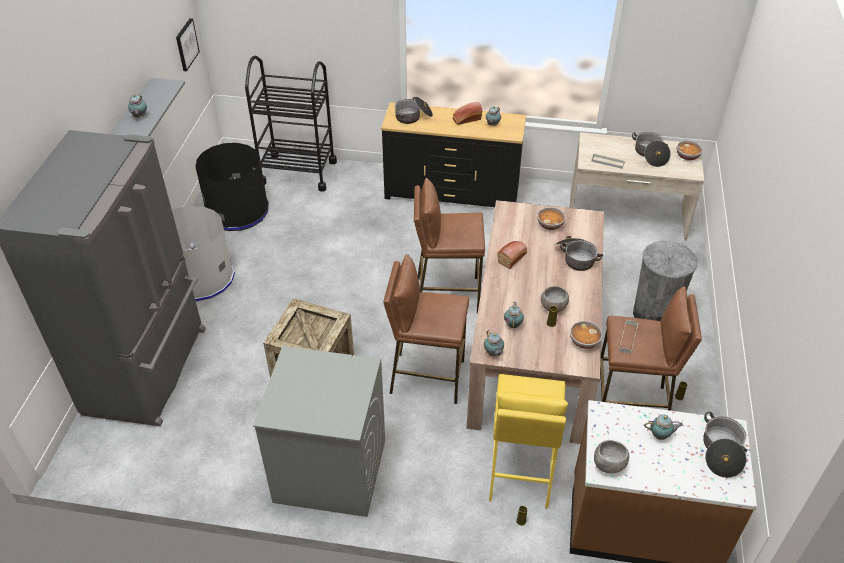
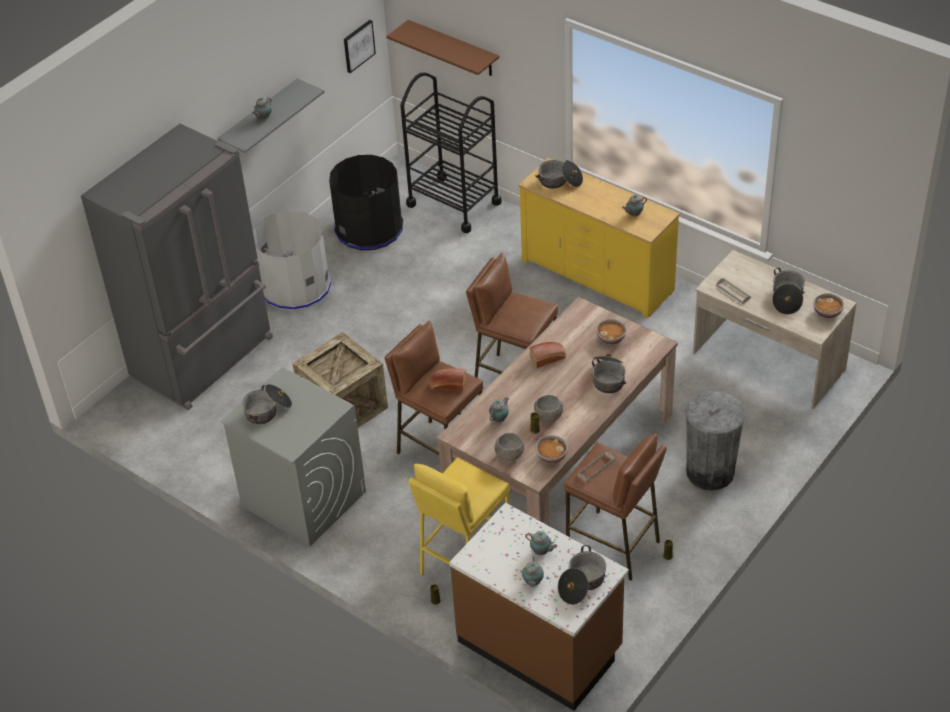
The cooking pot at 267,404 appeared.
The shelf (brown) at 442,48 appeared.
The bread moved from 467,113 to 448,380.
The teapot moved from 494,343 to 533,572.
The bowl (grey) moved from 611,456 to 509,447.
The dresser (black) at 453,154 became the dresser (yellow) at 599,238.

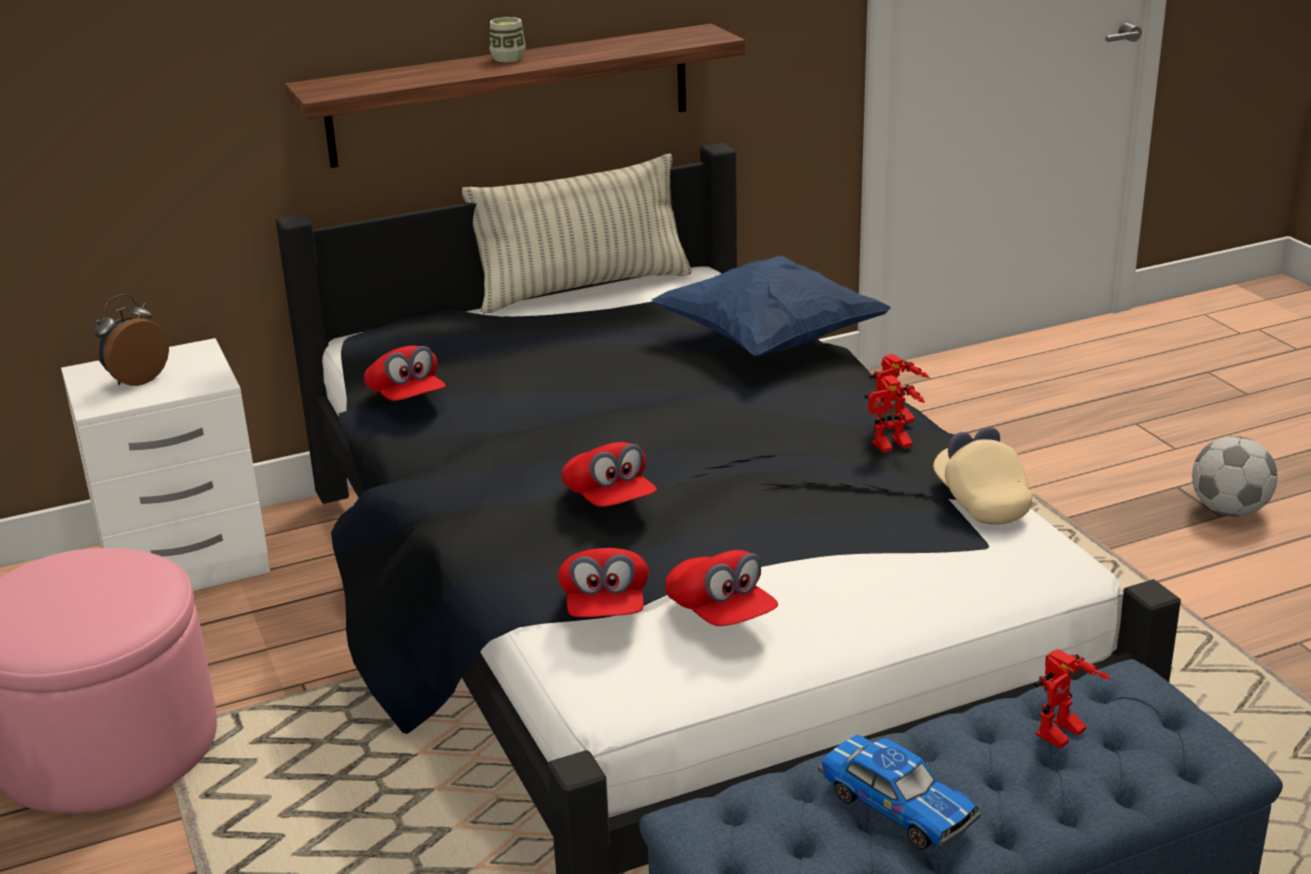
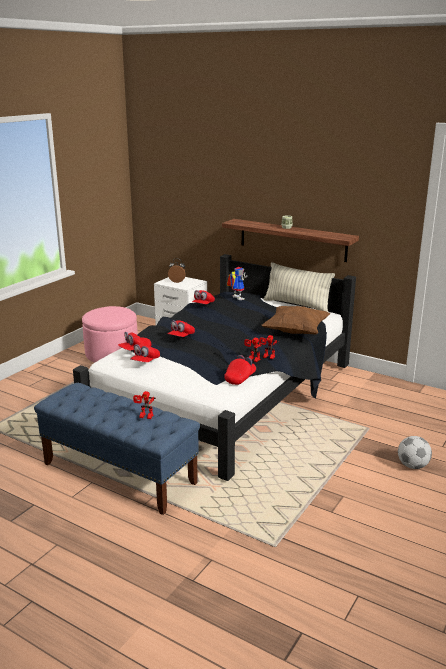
The toy car at 899,792 disappeared.
The toy robot at 237,283 appeared.
The pillow (blue) at 771,307 became the pillow (brown) at 295,320.
The cap (beige) at 983,476 became the cap (red) at 240,370.

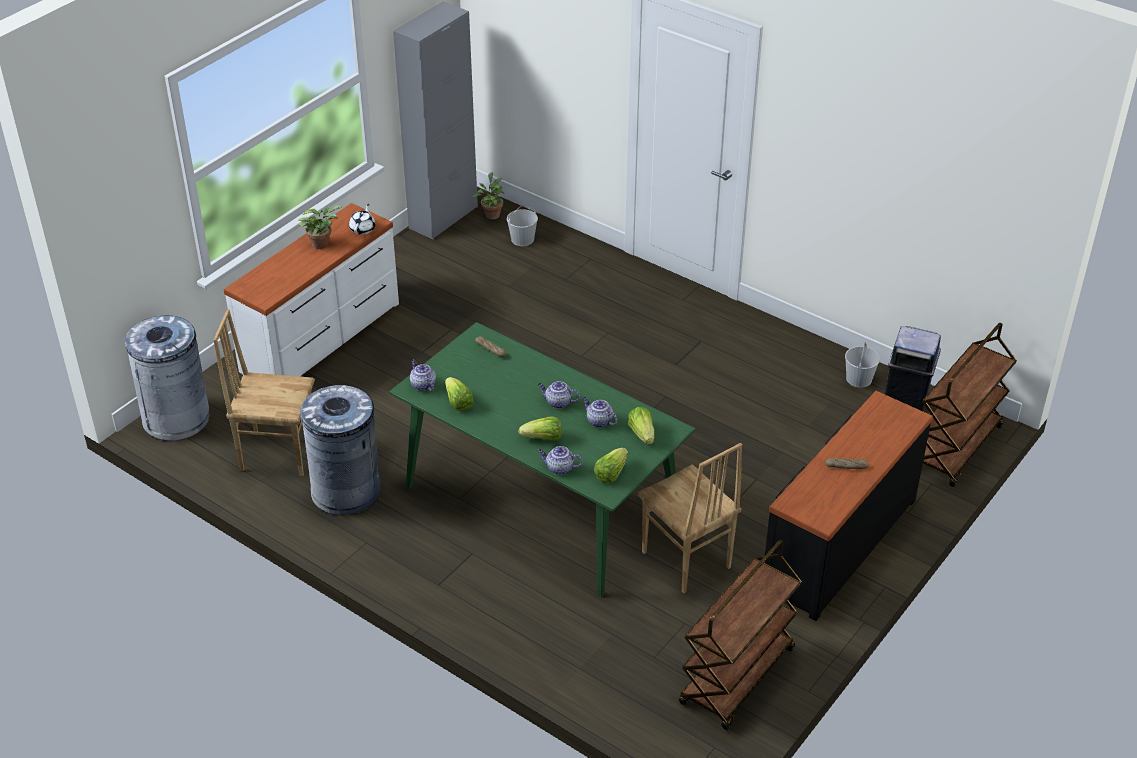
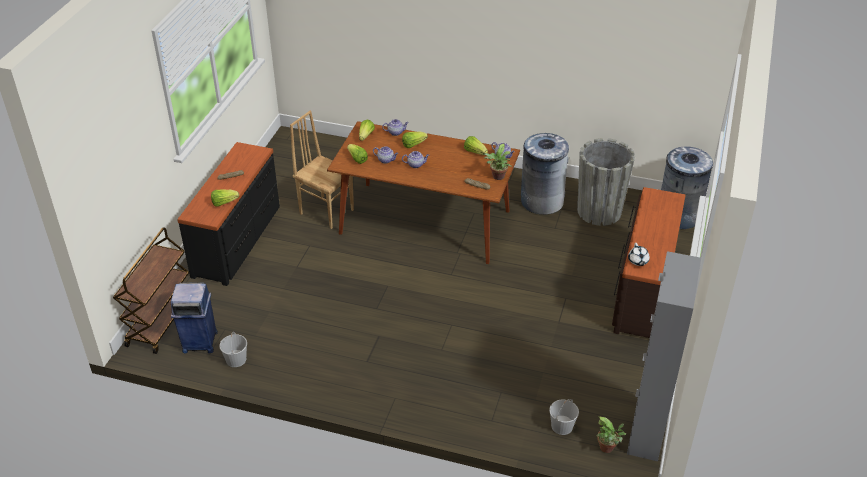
The cart (brown) at 740,635 disappeared.
The lettuce at 225,198 appeared.
The potted plant moved from 320,227 to 498,162.
The chair (brown) at 264,393 was replaced by the planter (grey) at 606,182.
The dresser (white) at 311,289 became the dresser (brown) at 649,262.
The dining table (green) at 542,459 became the dining table (brown) at 423,192.

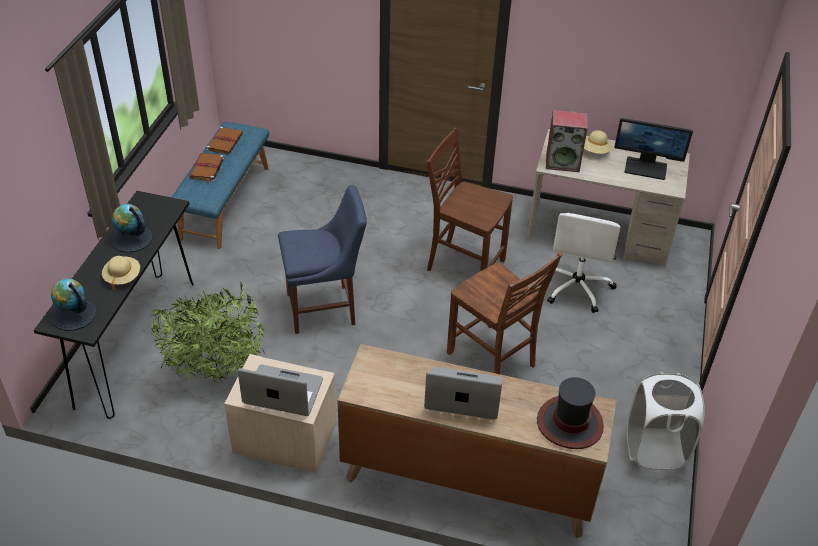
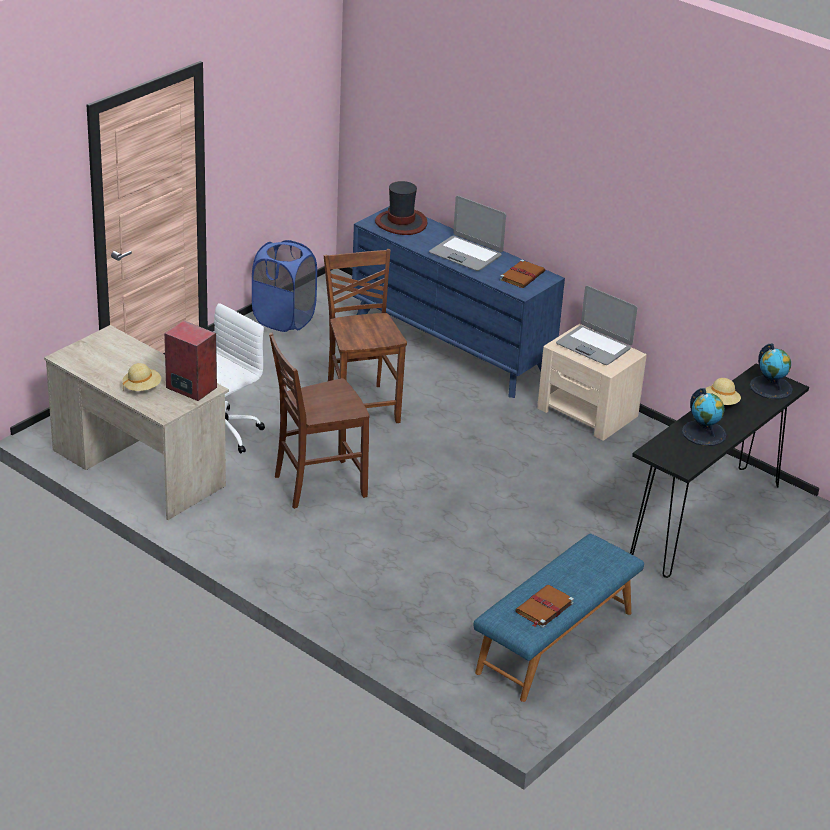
The potted plant at 207,332 disappeared.
The chair (blue) at 322,259 disappeared.
The monitor at 653,149 disappeared.
The book (brown) moved from 206,168 to 522,274.
The dresser (brown) at 477,441 became the dresser (blue) at 458,302.
The laundry basket (white) at 666,421 became the laundry basket (blue) at 284,286.
The chair (brown) at 470,199 turned 105 degrees clockwise.

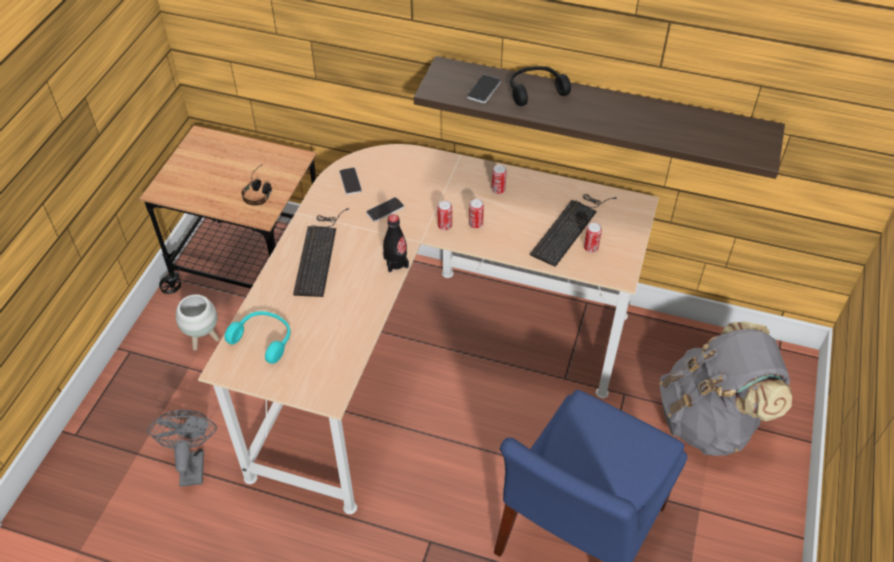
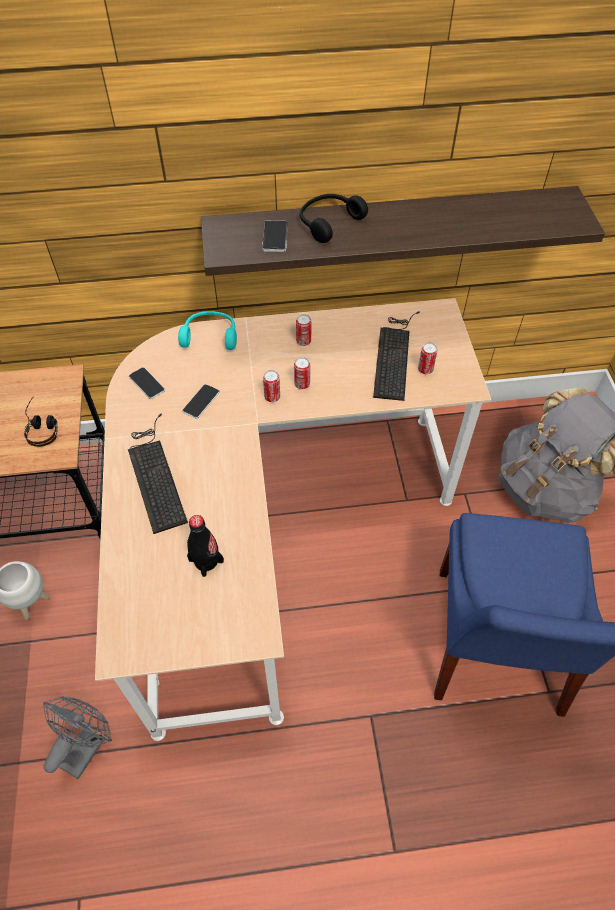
The headphones (turquoise) moved from 258,337 to 207,330.
The bottle (black) moved from 396,243 to 205,546.
The fan (grey) at 182,448 turned 60 degrees clockwise.

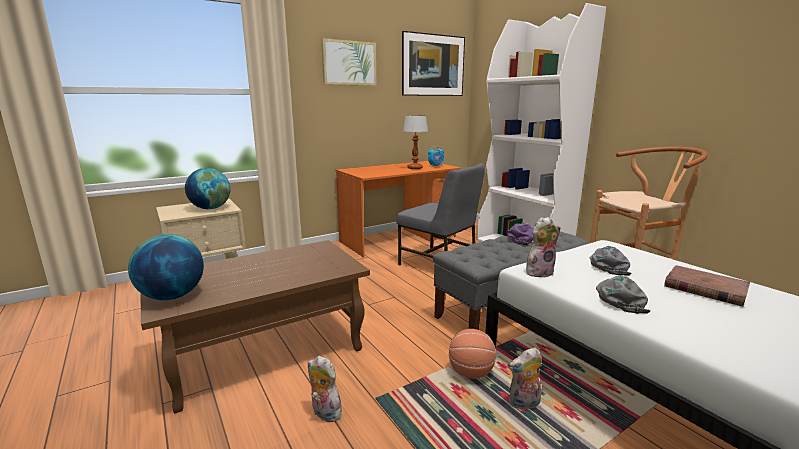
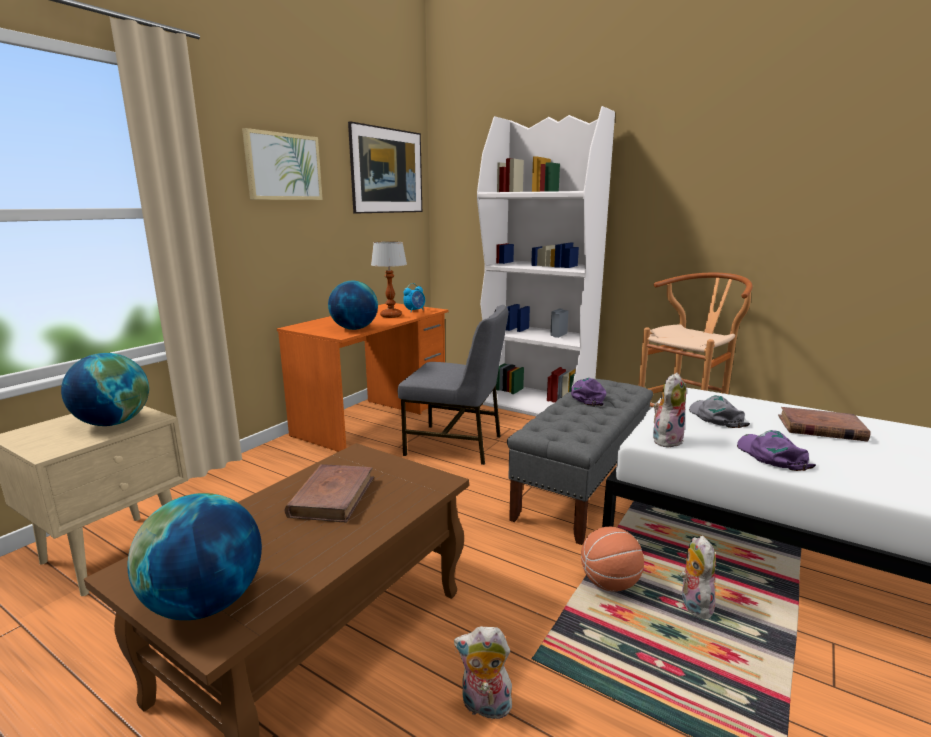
The book (brown) at 329,493 appeared.
The globe at 353,305 appeared.
The cap (grey) at 623,294 became the cap (purple) at 776,450.
The plush toy at 525,378 turned 135 degrees clockwise.

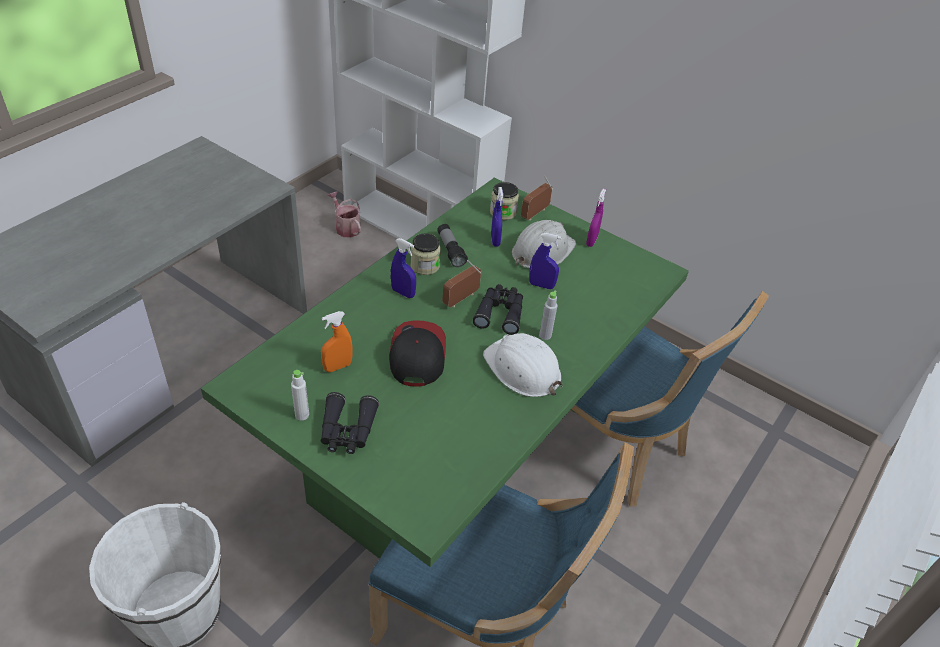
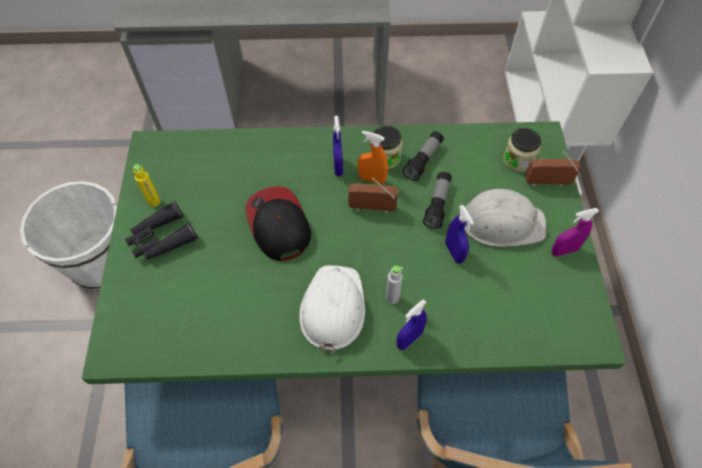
The watering can at 344,214 disappeared.
The binoculars (black) at 498,309 disappeared.
The flashlight at 437,200 appeared.
The spray bottle (orange) moved from 336,341 to 372,157.
The spray bottle (blue) moved from 497,217 to 411,324.
The bottle (white) at 300,395 became the bottle (yellow) at 147,185.
The cap at 417,353 turned 75 degrees counterclockwise.

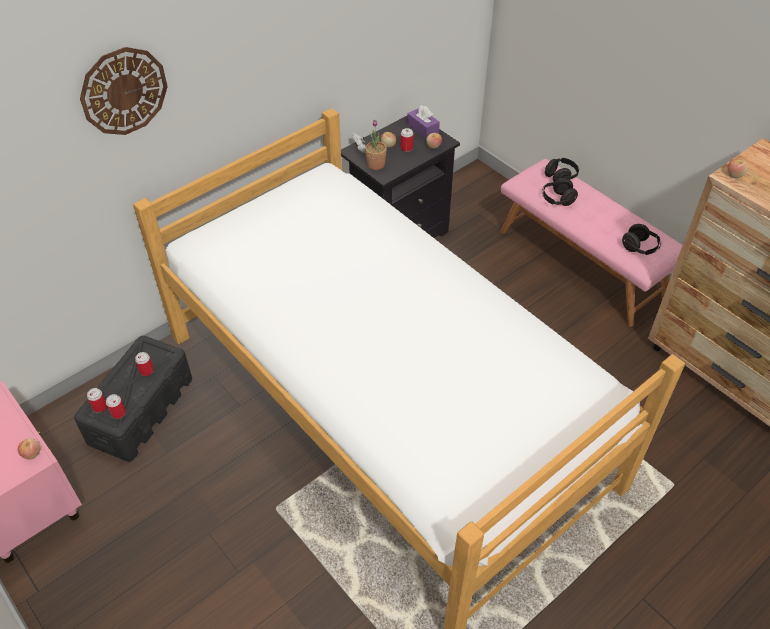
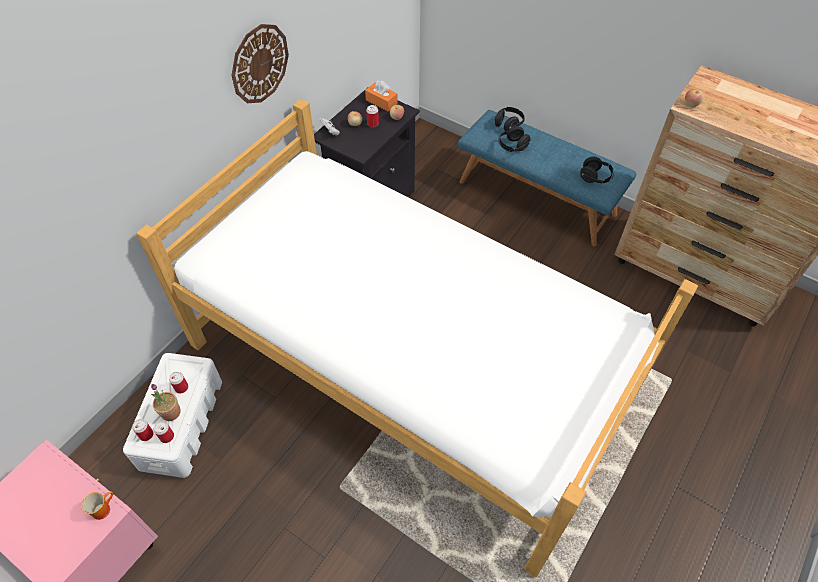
The wall clock moved from 124,91 to 260,63.
The potted plant moved from 376,145 to 166,402.
The apple at 29,448 was replaced by the mug at 97,505.
The storage box (black) at 133,399 became the storage box (white) at 172,415.
The tissue box (purple) at 423,122 became the tissue box (orange) at 381,96.
The bench (pink) at 591,243 became the bench (blue) at 547,178.

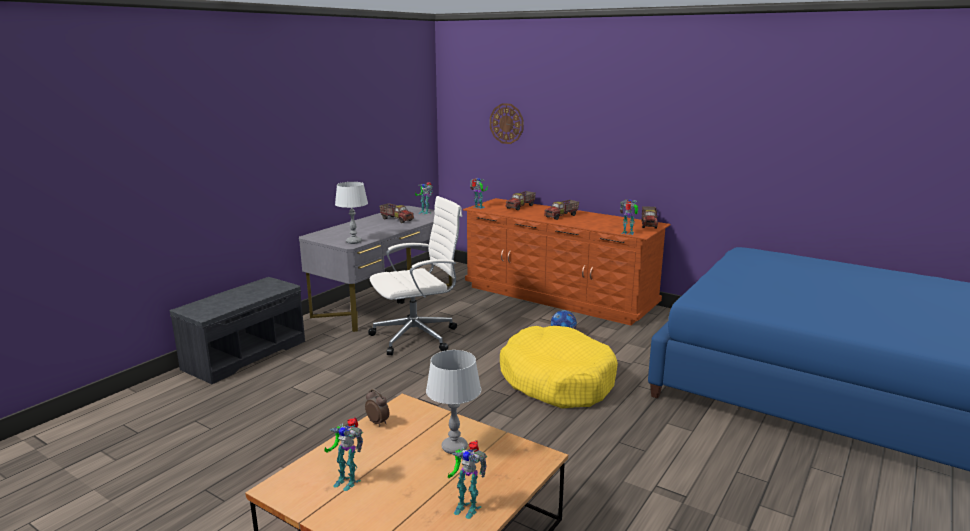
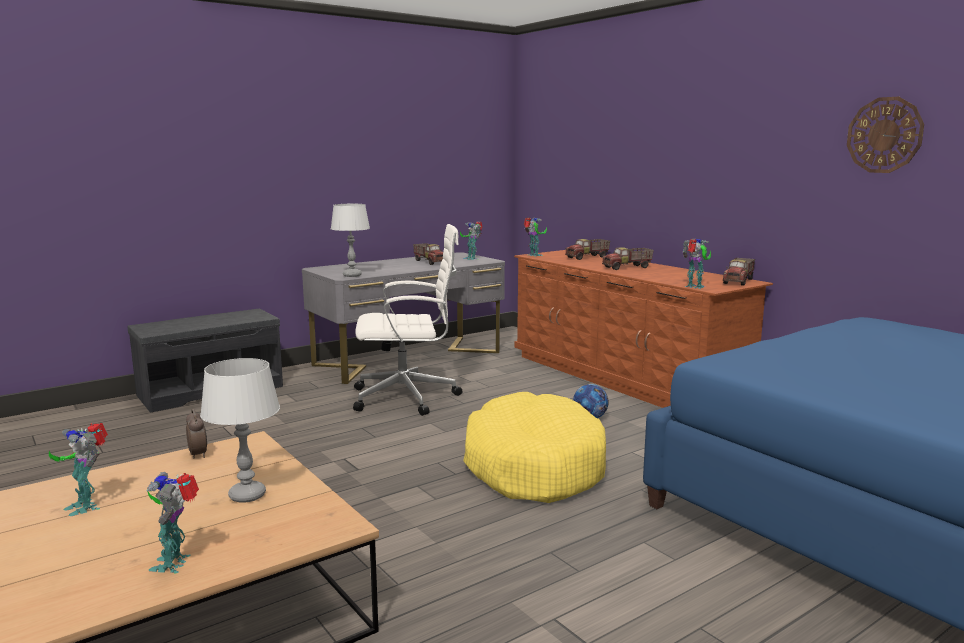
The wall clock moved from 507,123 to 885,135.
The toy robot at 467,479 turned 45 degrees clockwise.

